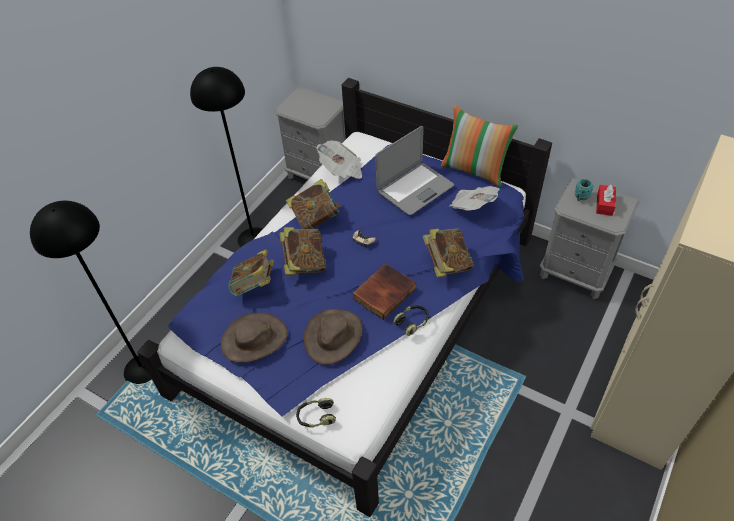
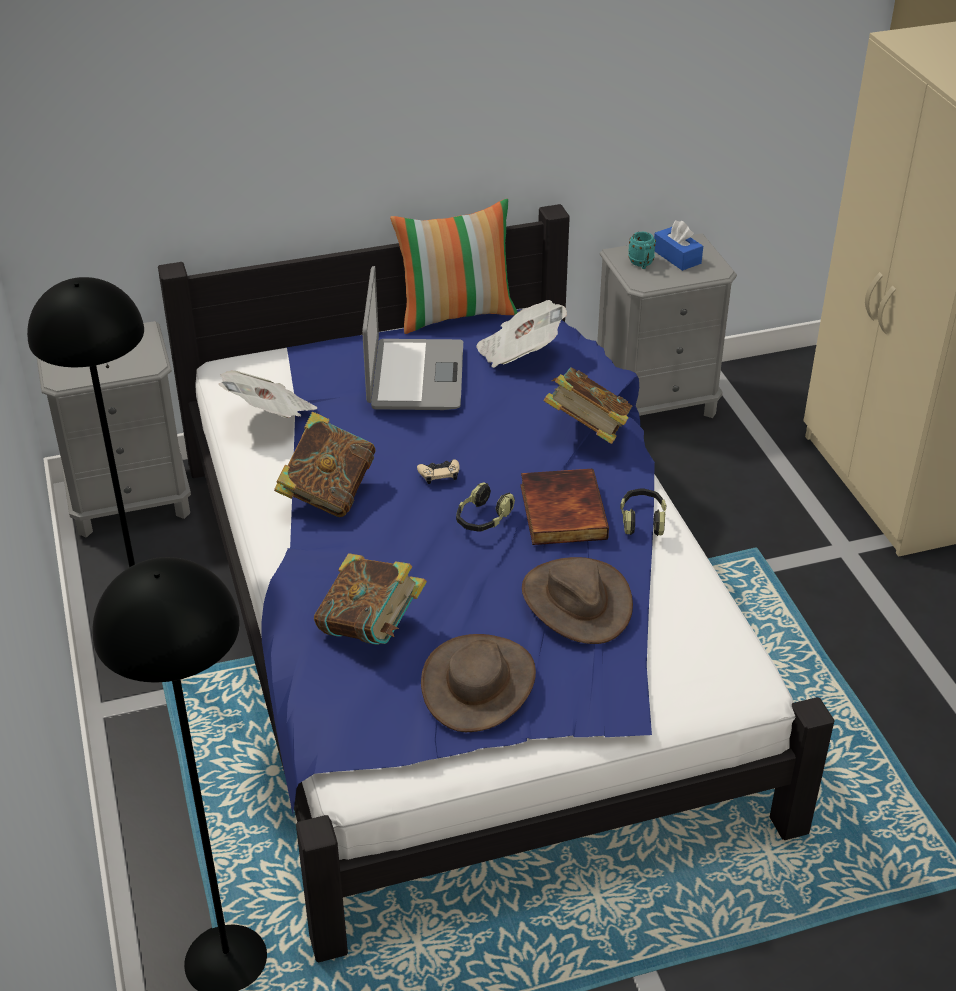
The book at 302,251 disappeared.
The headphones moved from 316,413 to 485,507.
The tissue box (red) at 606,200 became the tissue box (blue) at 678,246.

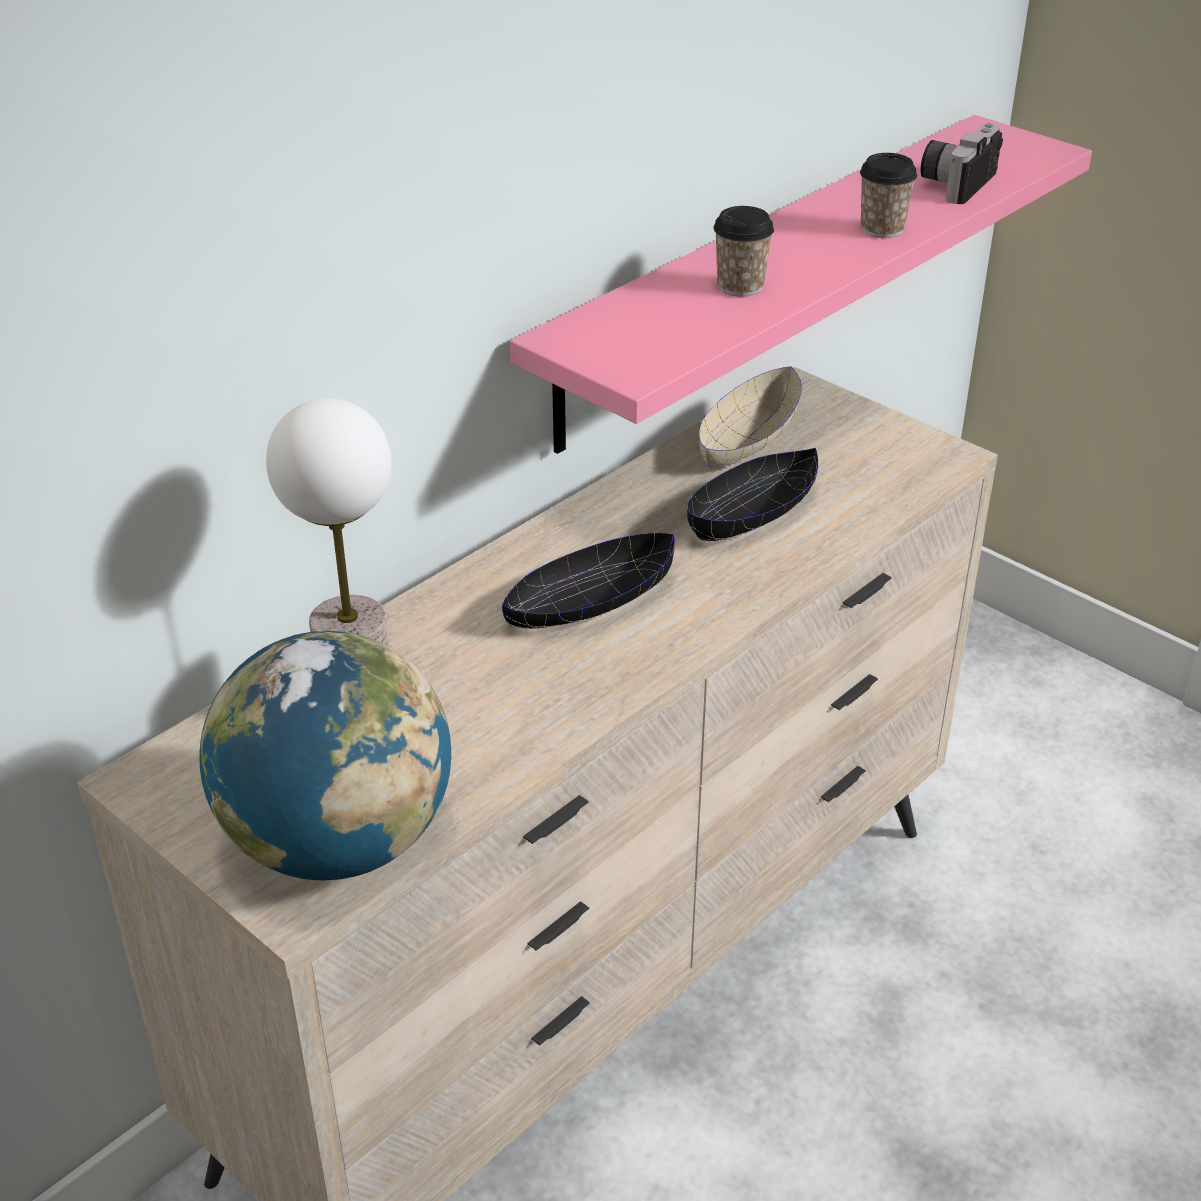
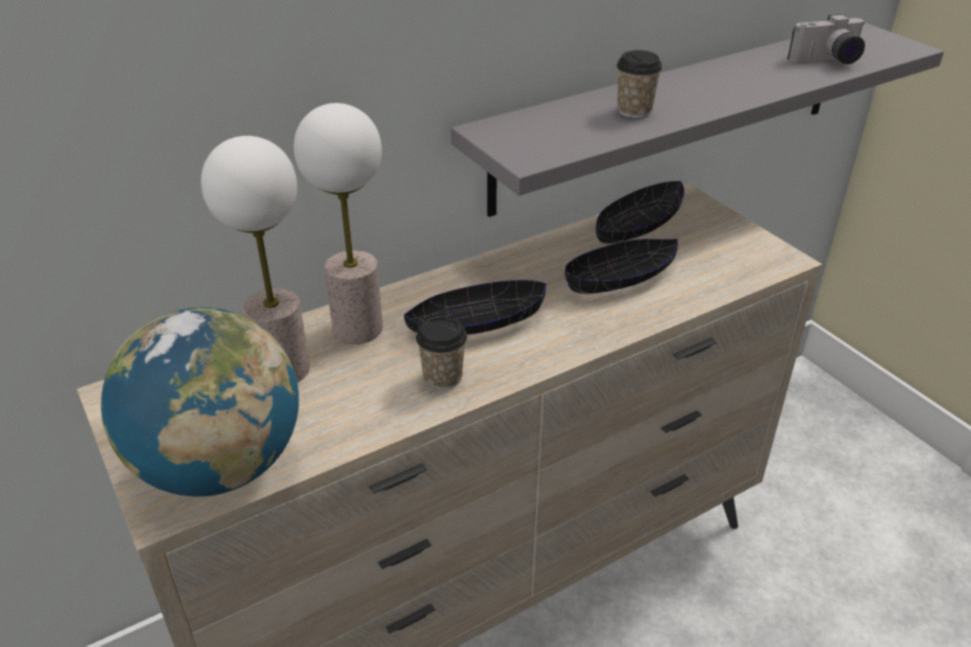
The table lamp at 338,223 appeared.
The cup moved from 888,195 to 441,352.
The shelf (pink) at 801,284 became the shelf (grey) at 697,120.
The bowl (beige) at 750,417 became the bowl (black) at 640,212.
The photo camera at 962,163 turned 150 degrees counterclockwise.

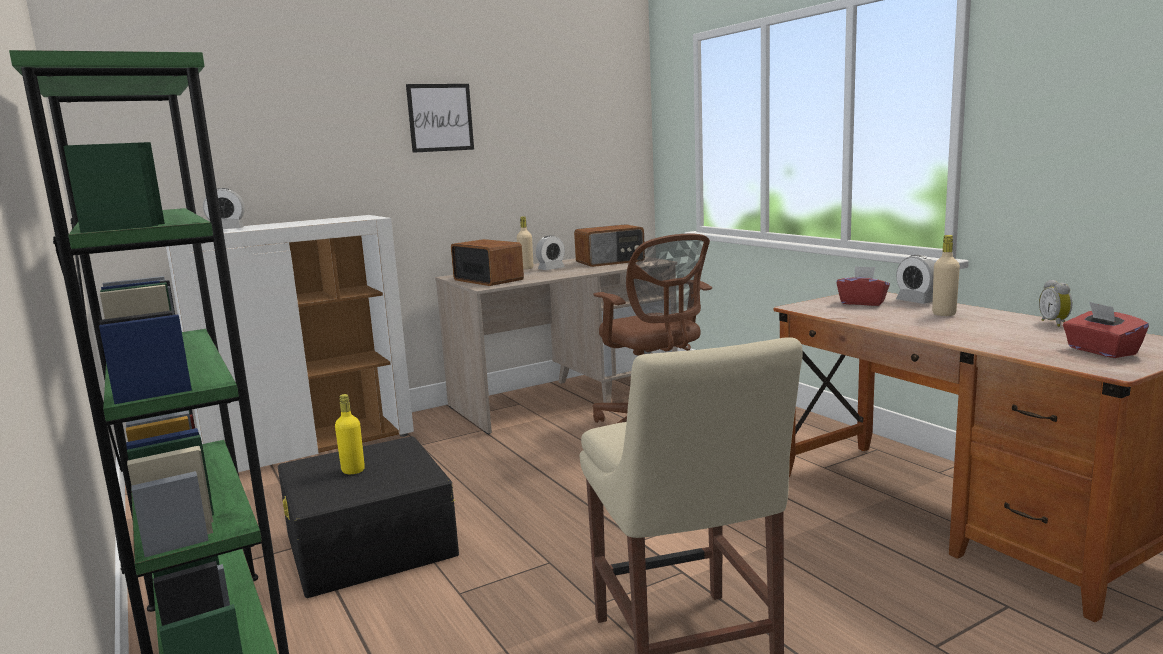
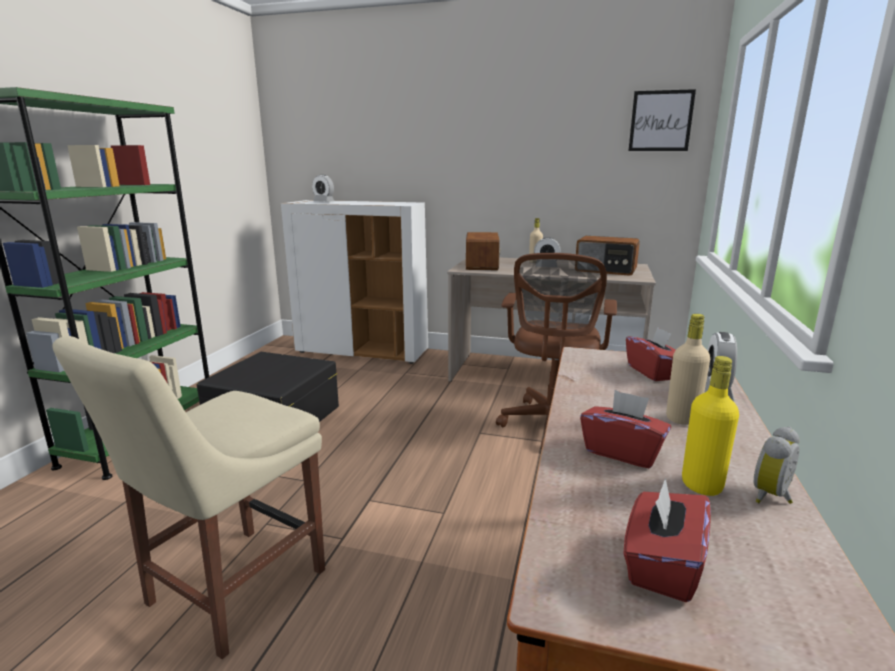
The tissue box (red) at 625,429 appeared.
The bottle (yellow) moved from 350,434 to 710,426.
The picture moved from 440,118 to 662,120.

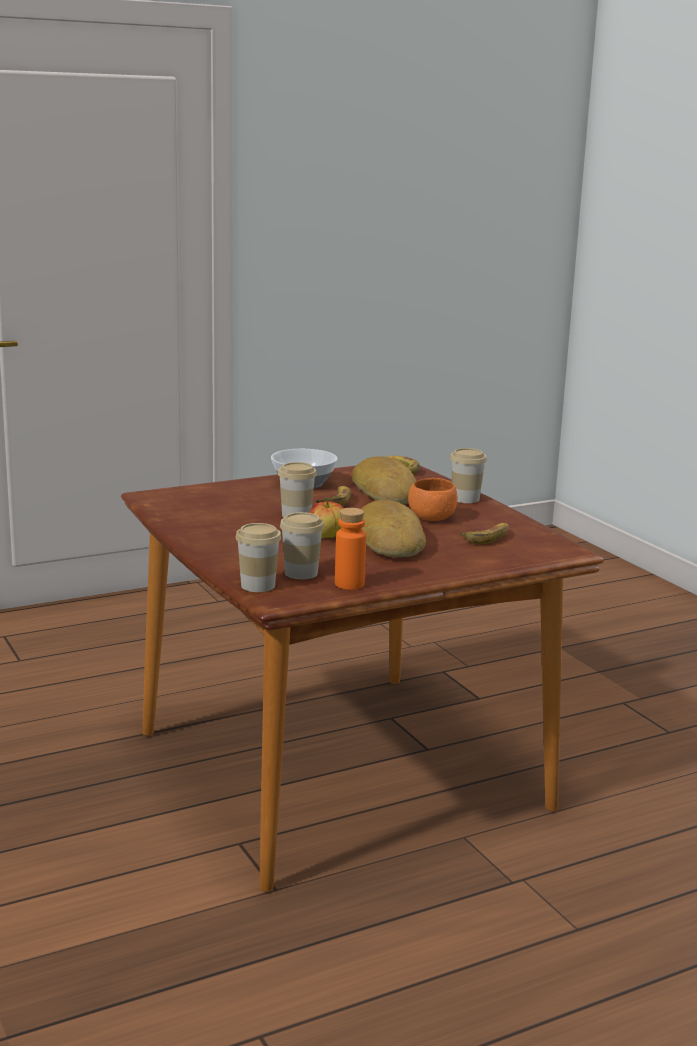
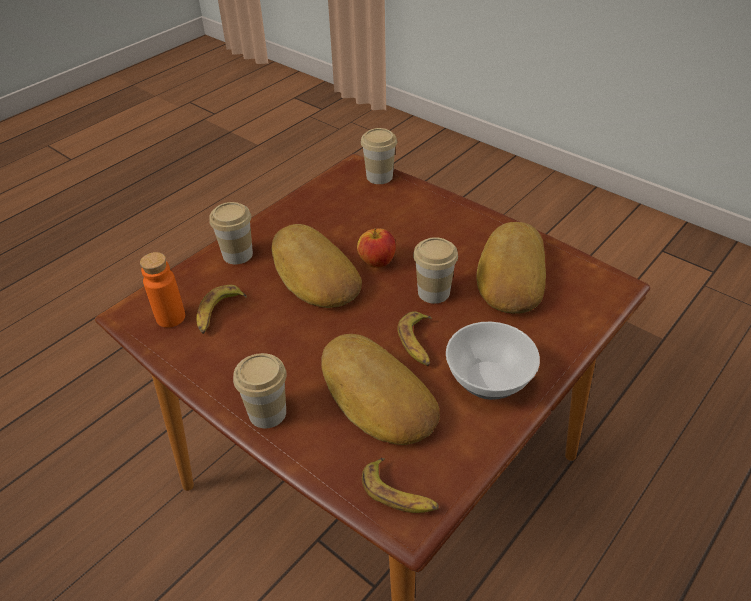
The bowl (orange) at 433,499 disappeared.
The bread at 511,268 appeared.
The cup moved from 302,546 to 231,233.
The bottle (orange) moved from 350,549 to 162,290.

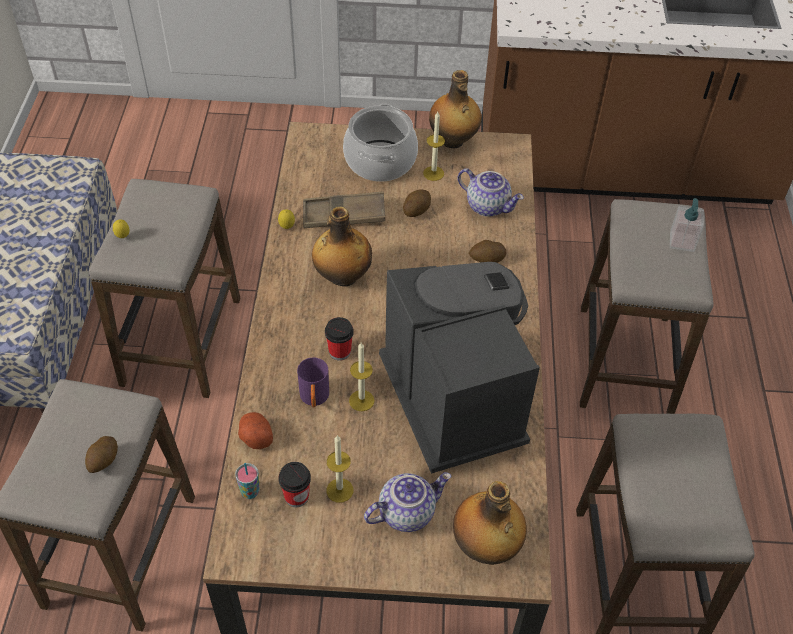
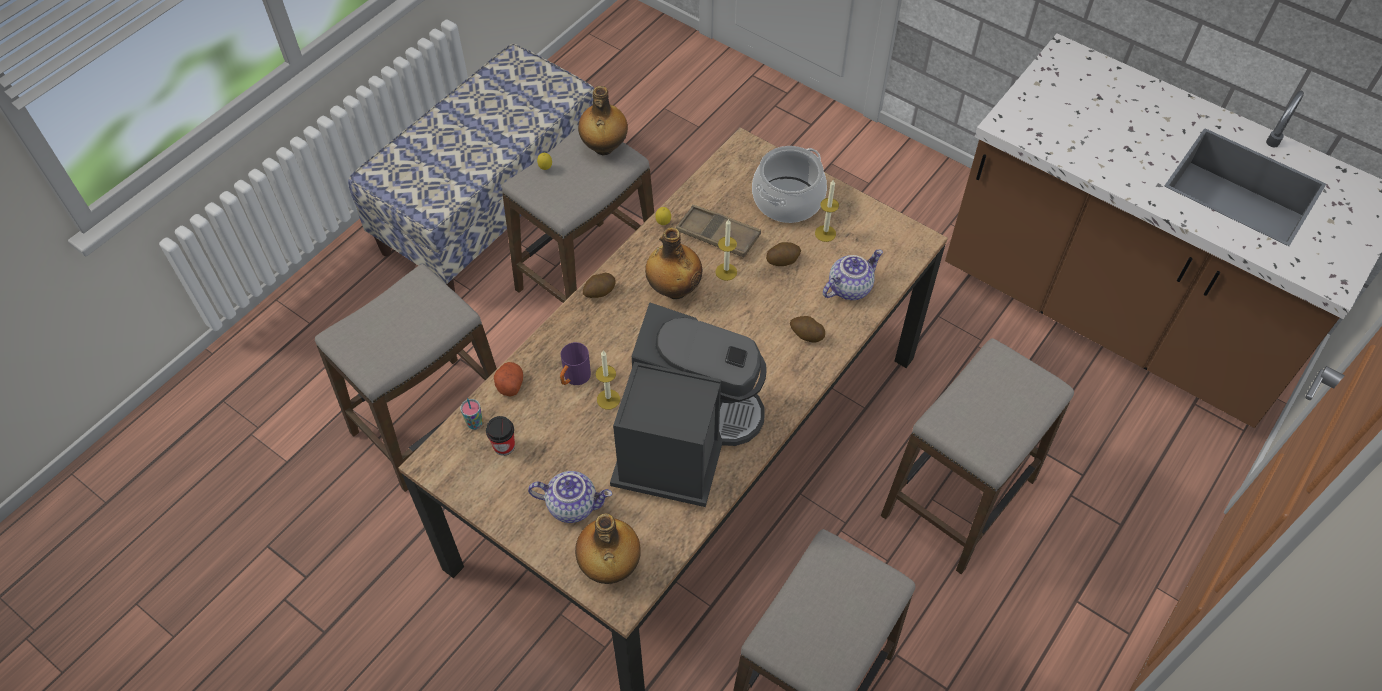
The cup at 339,339 disappeared.
The soap dispenser at 687,225 disappeared.
The potato moved from 101,454 to 599,285.
The candle moved from 339,469 to 726,250.
The bottle moved from 455,109 to 603,120.
The teapot at 491,192 turned 105 degrees counterclockwise.

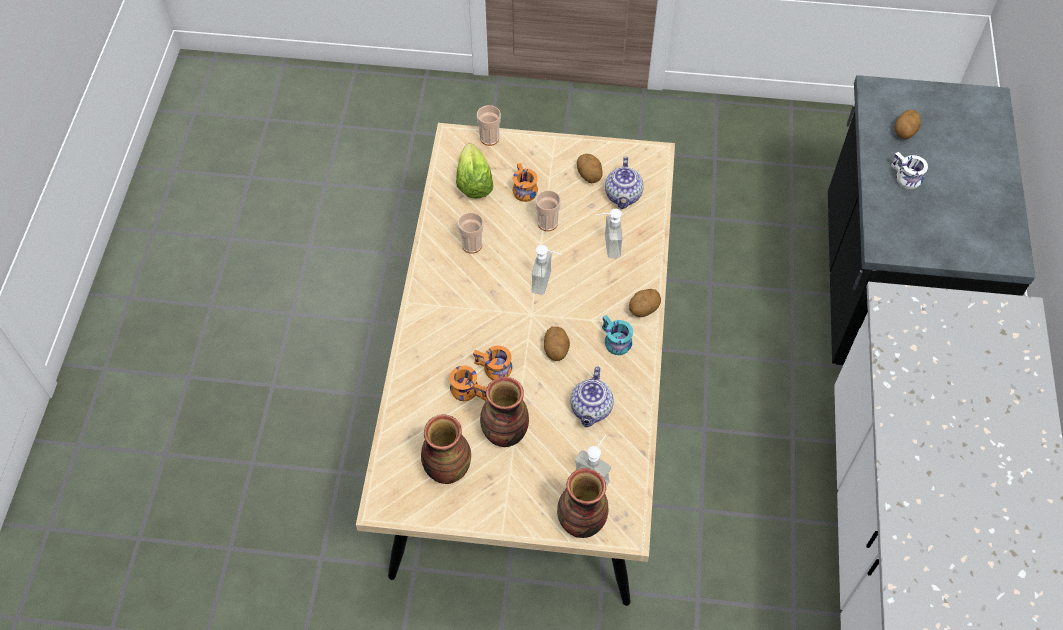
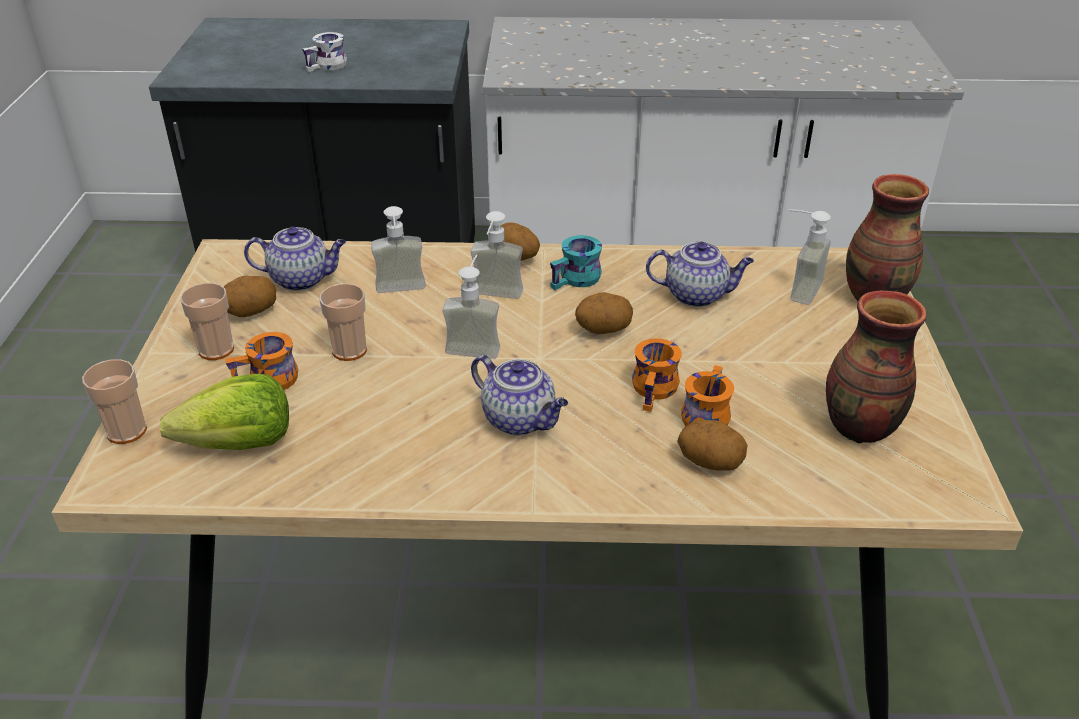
The vase at 504,412 disappeared.
The soap dispenser at 496,255 appeared.
The teapot at 519,395 appeared.
The cup moved from 470,233 to 207,321.
The potato moved from 908,124 to 712,445.

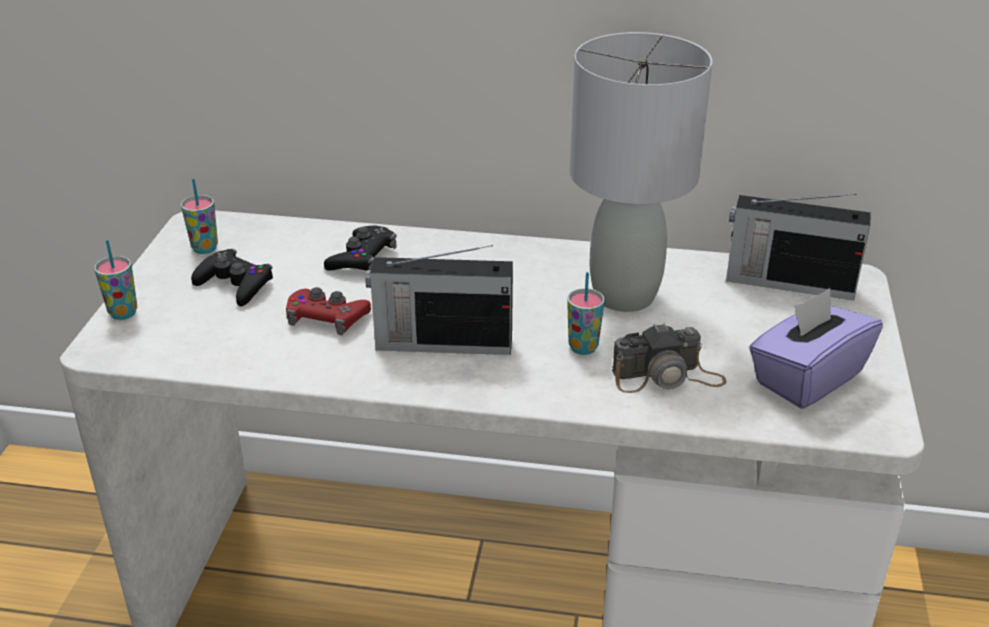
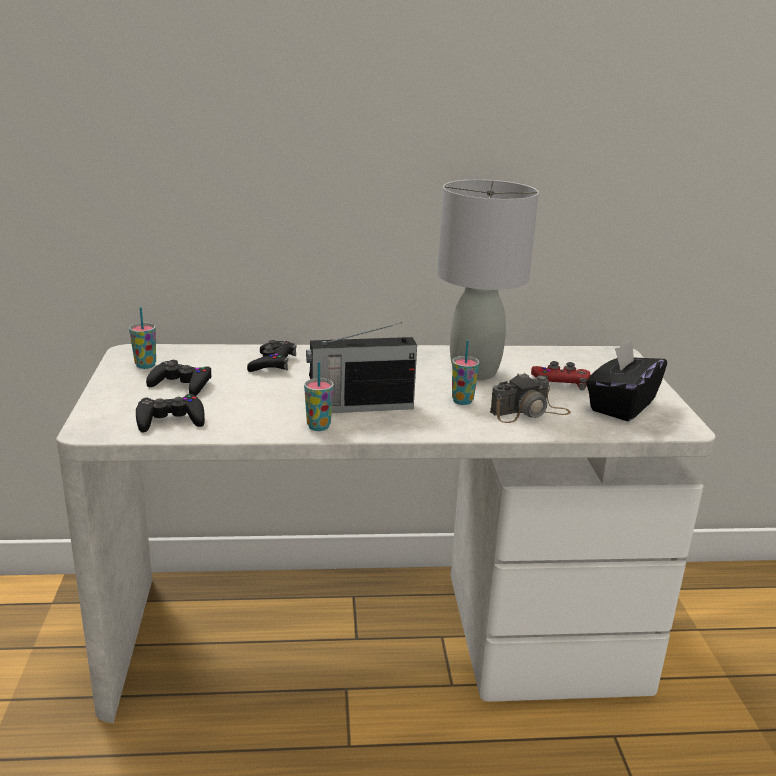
The radio at 798,247 disappeared.
The game controller (black) at 170,413 appeared.
The cup moved from 115,280 to 319,396.
The game controller (red) moved from 328,311 to 561,375.
The tissue box (purple) at 816,348 became the tissue box (black) at 626,380.

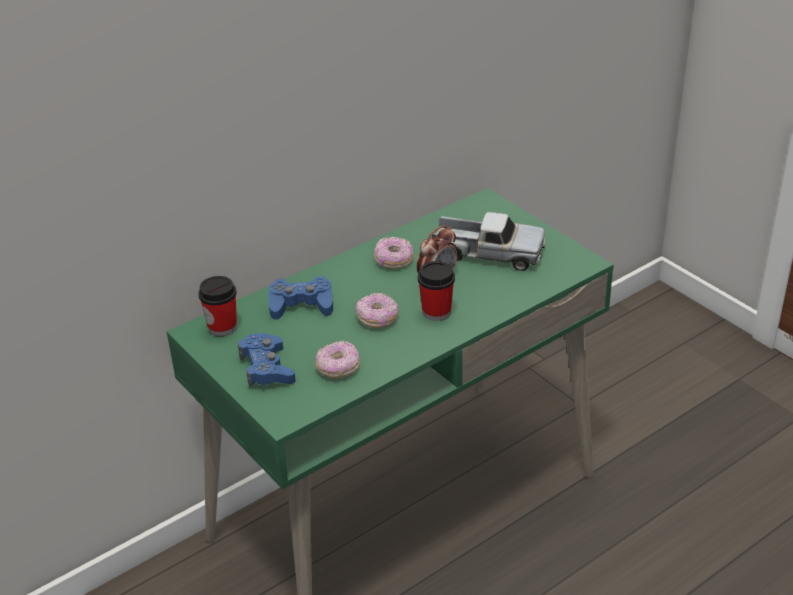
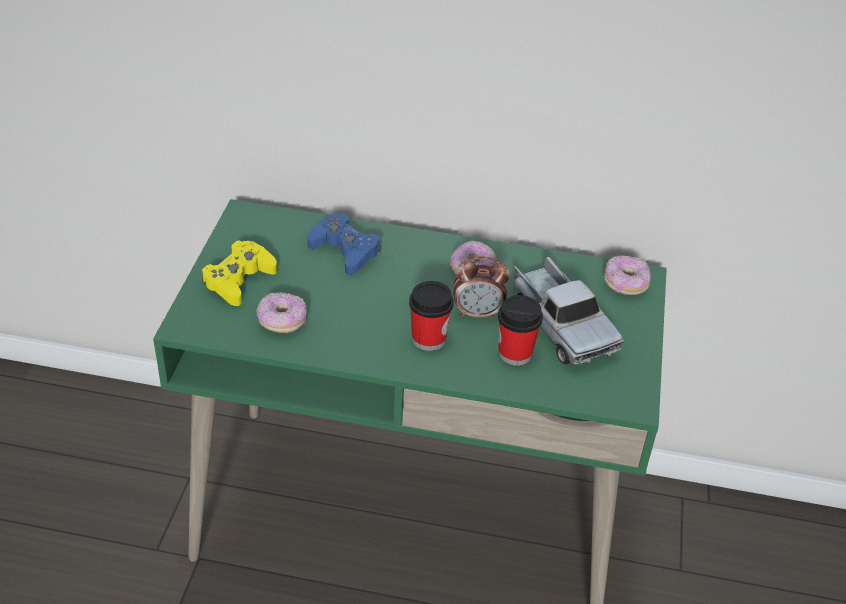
The cup moved from 217,306 to 520,330.
The donut moved from 377,310 to 627,275.
The game controller (blue) at 267,360 became the game controller (yellow) at 239,273.

